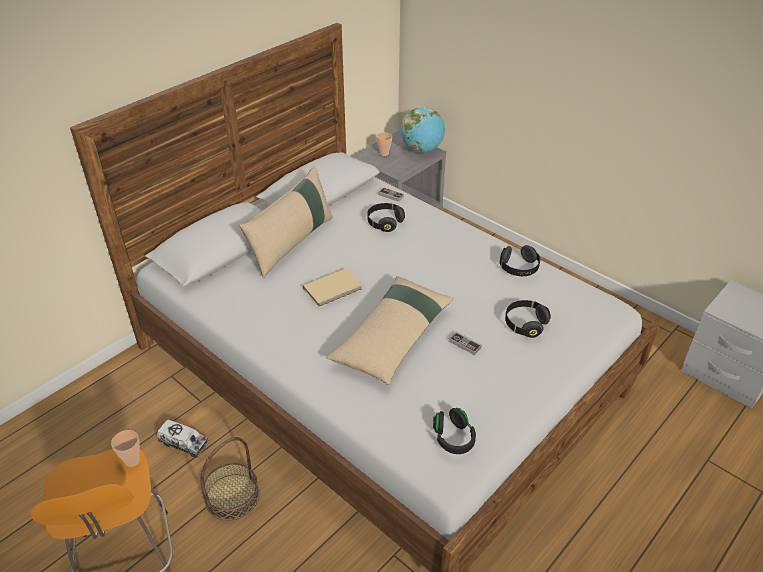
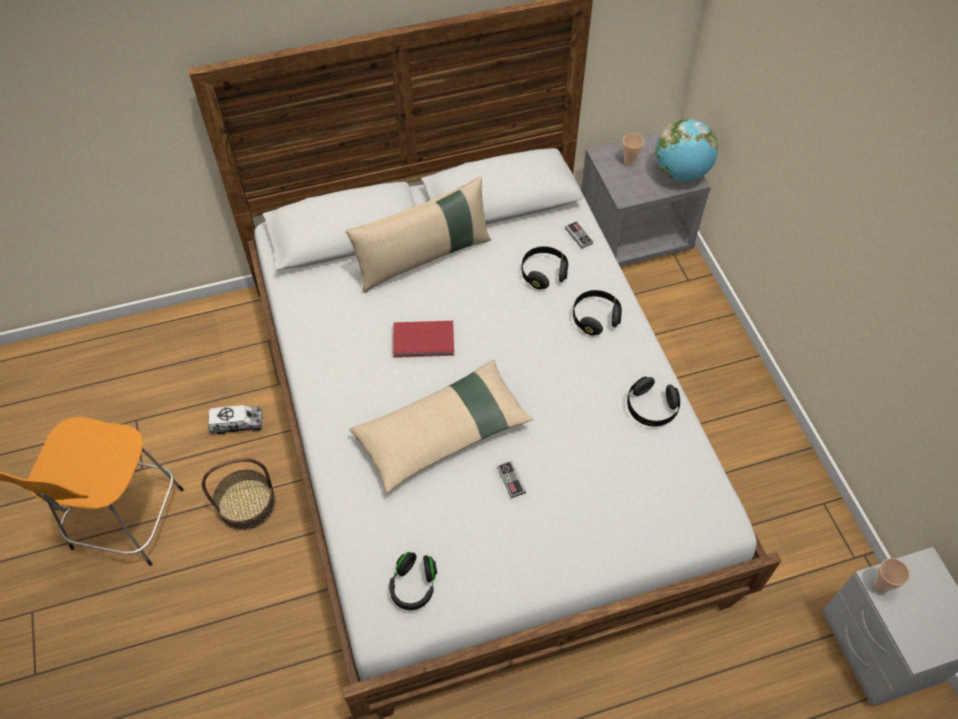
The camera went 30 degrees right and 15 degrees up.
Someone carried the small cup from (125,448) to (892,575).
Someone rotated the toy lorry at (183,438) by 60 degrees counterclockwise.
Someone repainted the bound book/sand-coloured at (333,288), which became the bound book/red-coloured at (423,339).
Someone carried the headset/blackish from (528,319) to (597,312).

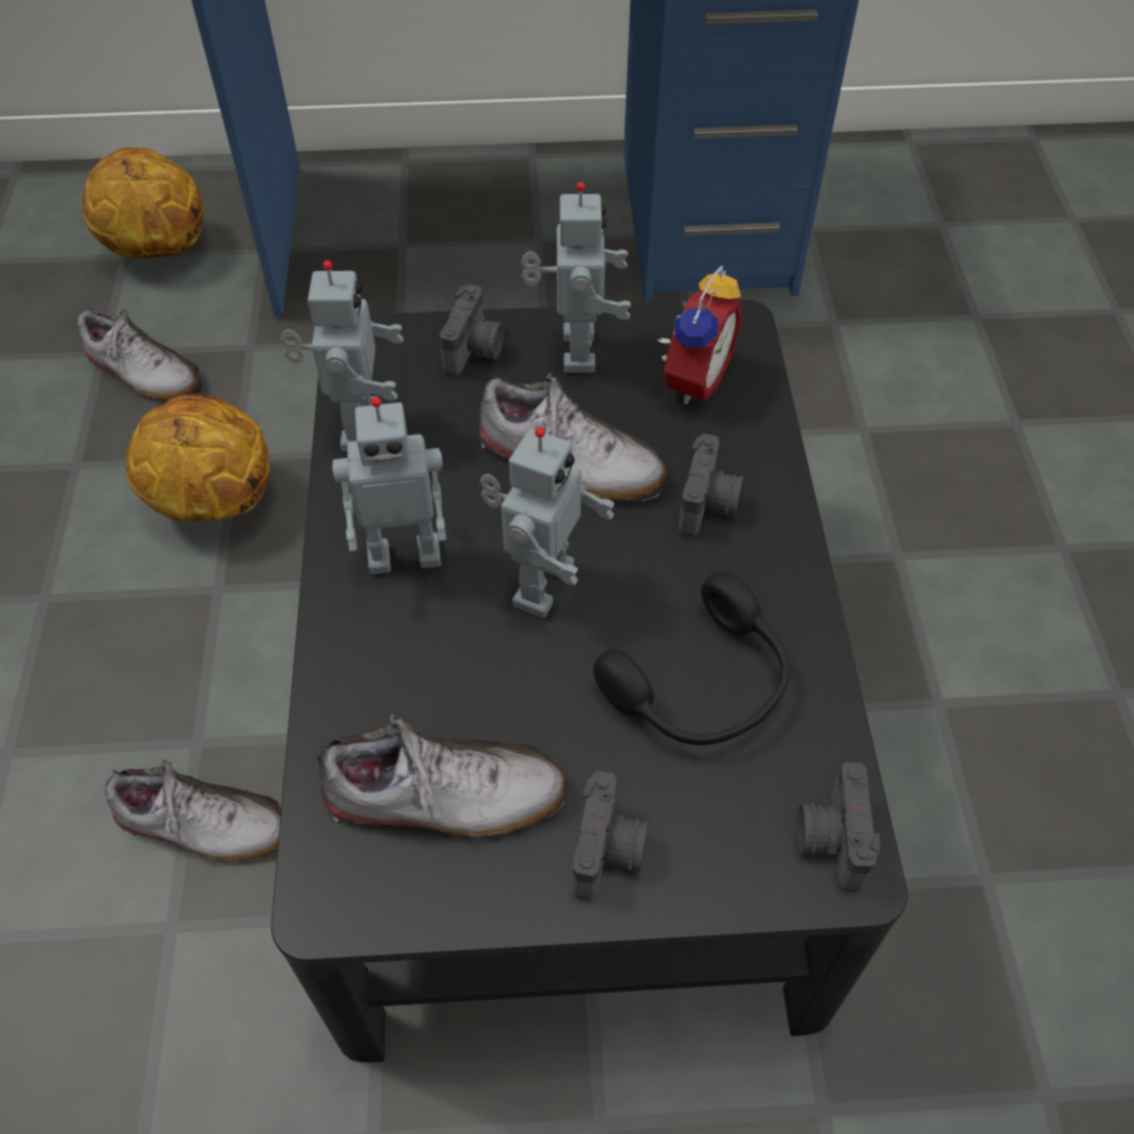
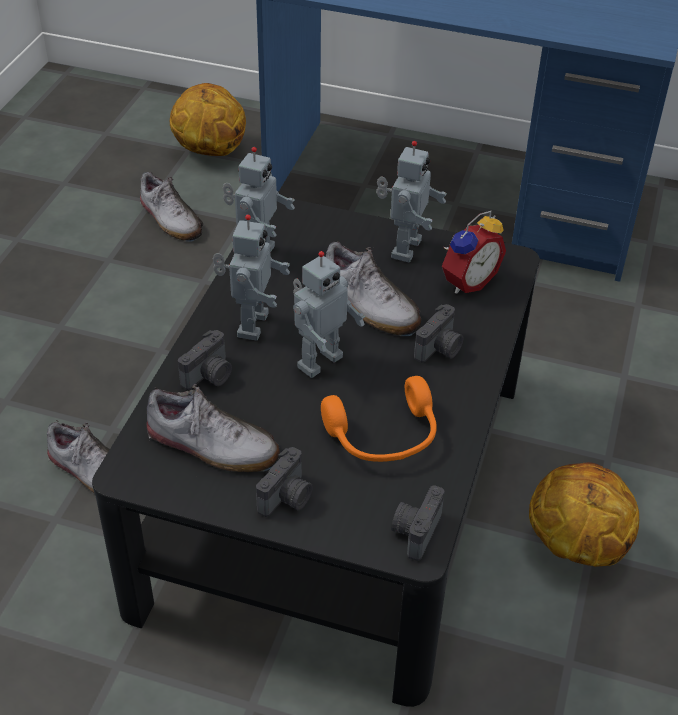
The camera went 20 degrees right and 10 degrees down.
Someone carried the ball for basketball from (197,457) to (584,514).
Someone rotated the model robot at (389,485) by 90 degrees counterclockwise.
Someone carried the photo camera from (472,330) to (205,360).
Someone repainted the headset/blackish at (691,658), which became the headset/orangey at (379,419).

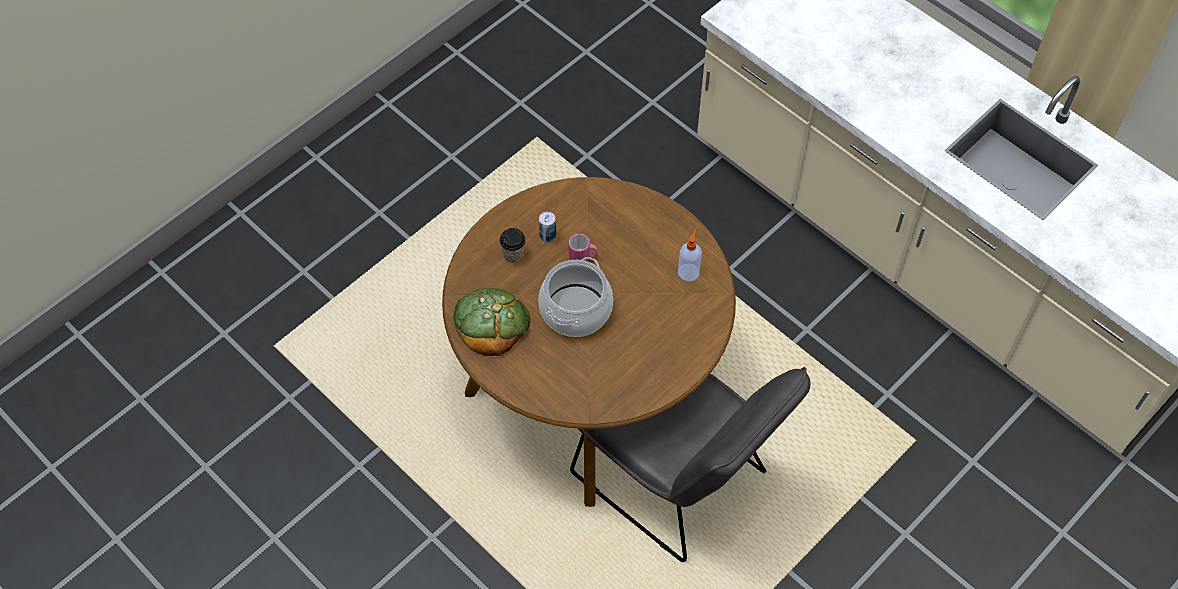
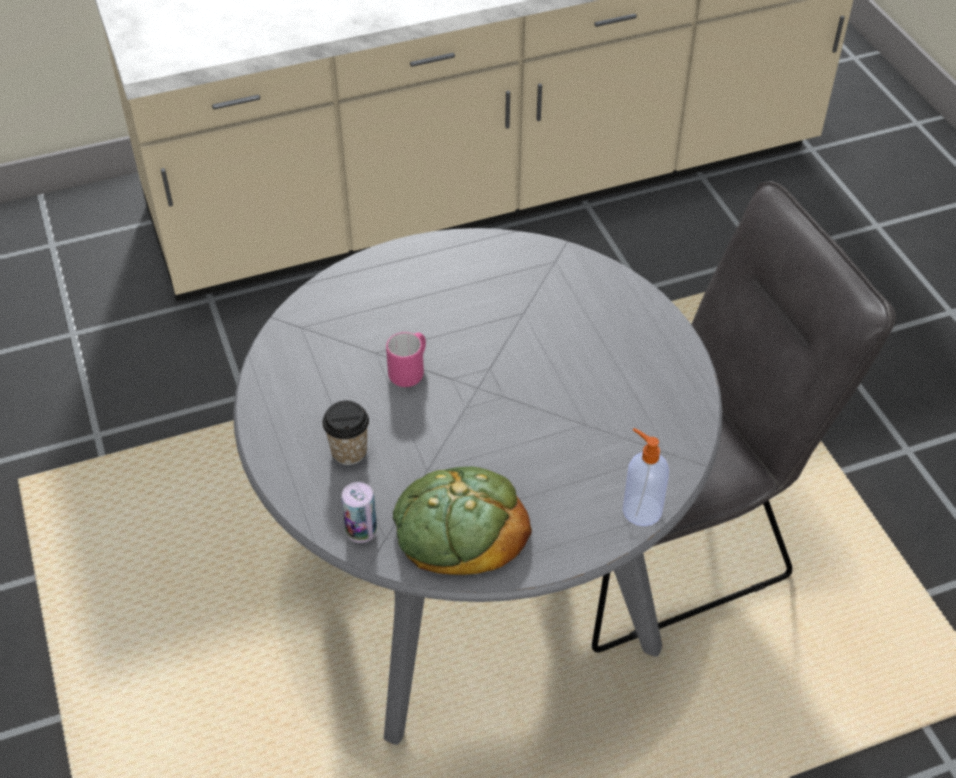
The camera went 65 degrees left and 10 degrees down.
Someone repainted the dinner table/brownish at (589,342), which became the dinner table/gray at (478,486).
Someone took away the stockpot at (575,297).
Someone carried the can from (547,227) to (359,512).
Someone carried the soap bottle from (690,255) to (646,477).

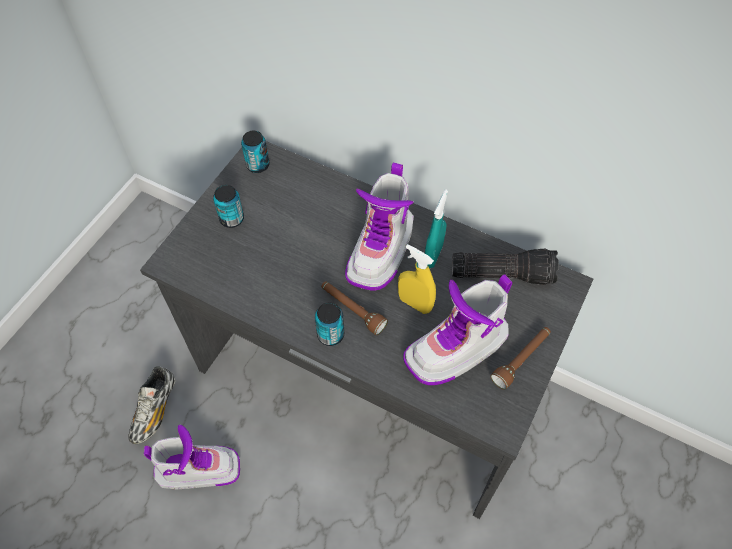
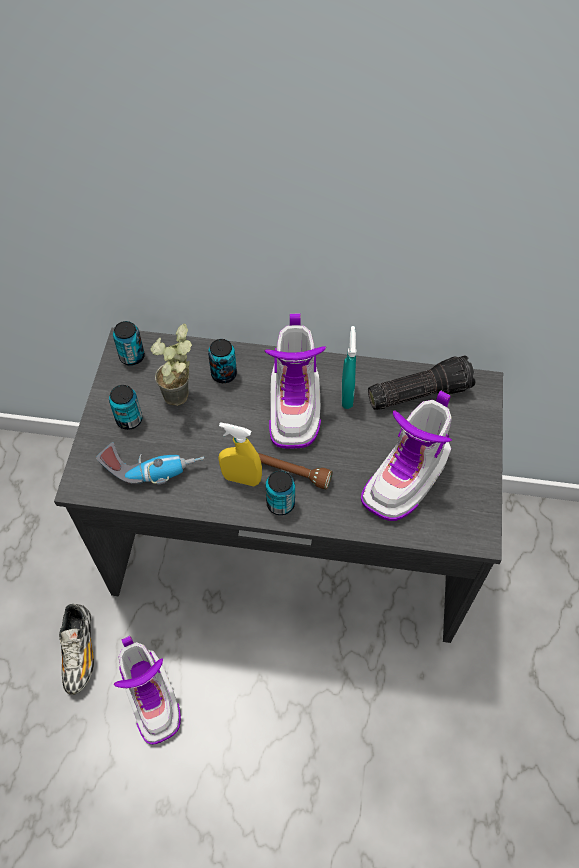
The camera went 20 degrees left and 0 degrees up.
Someone rotated the boot at (192,457) by 90 degrees clockwise.
Someone carried the sprayer/yellow-coloured from (417,279) to (240,454).
Someone took away the flashlight/brownish at (521,358).
Someone put down the drill at (150,463).
Someone put down the potted plant at (171,365).
Someone put down the can at (222,361).

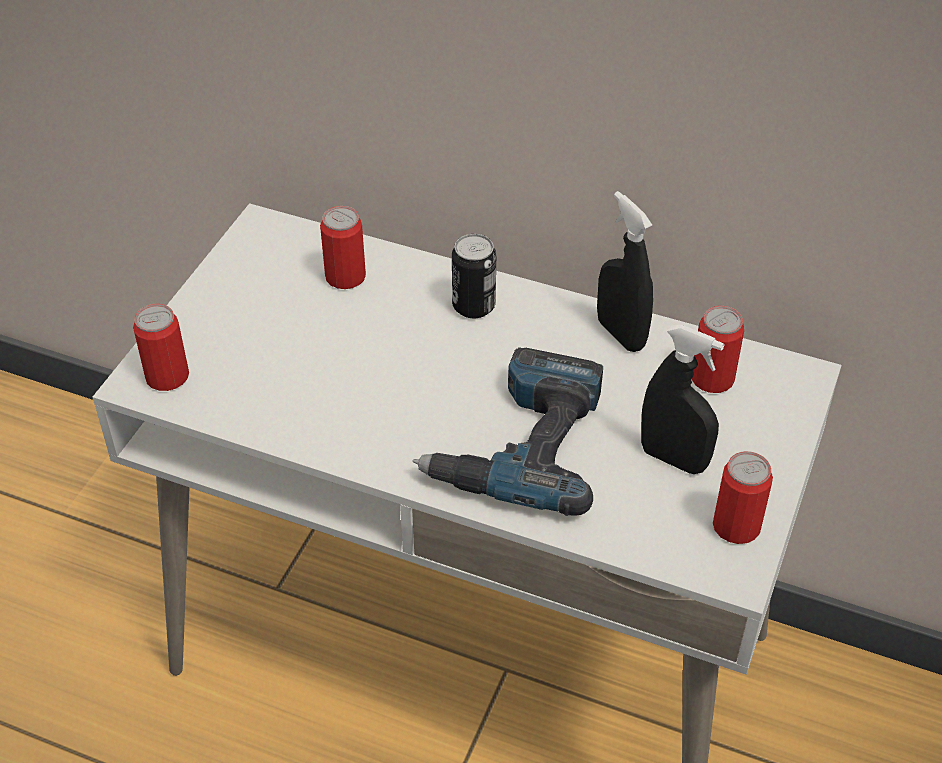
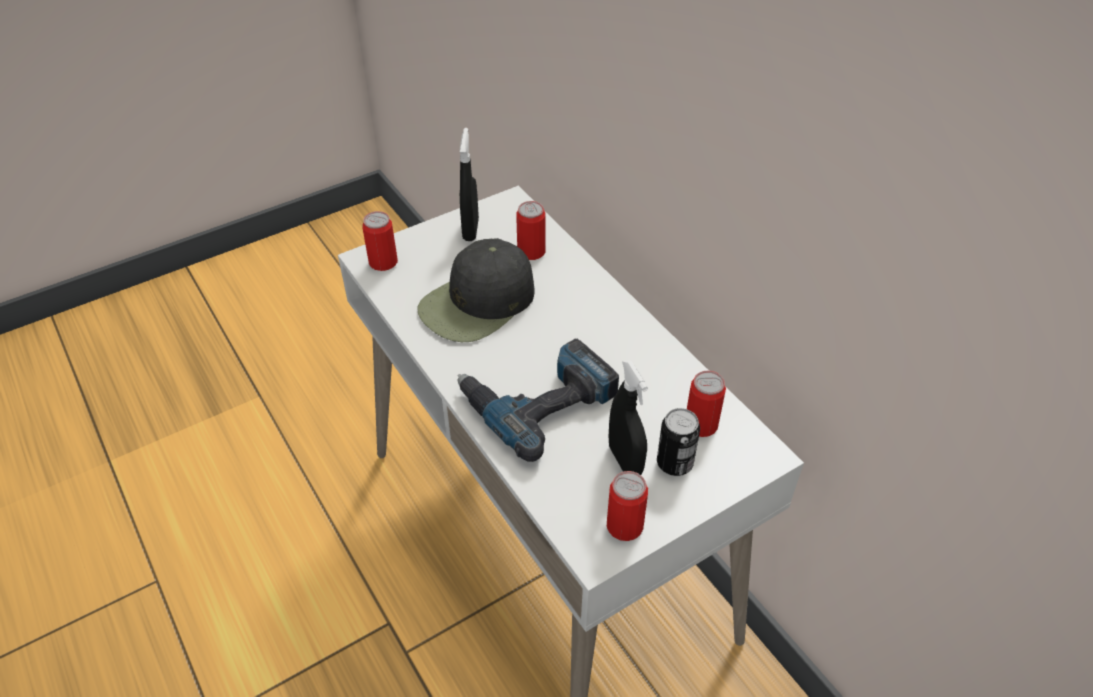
The camera went 35 degrees right and 0 degrees up.
Someone carried the can from (474,276) to (678,442).
Someone carried the sprayer/blackish from (625,271) to (469,184).
Someone put down the cap/blackish at (476,290).

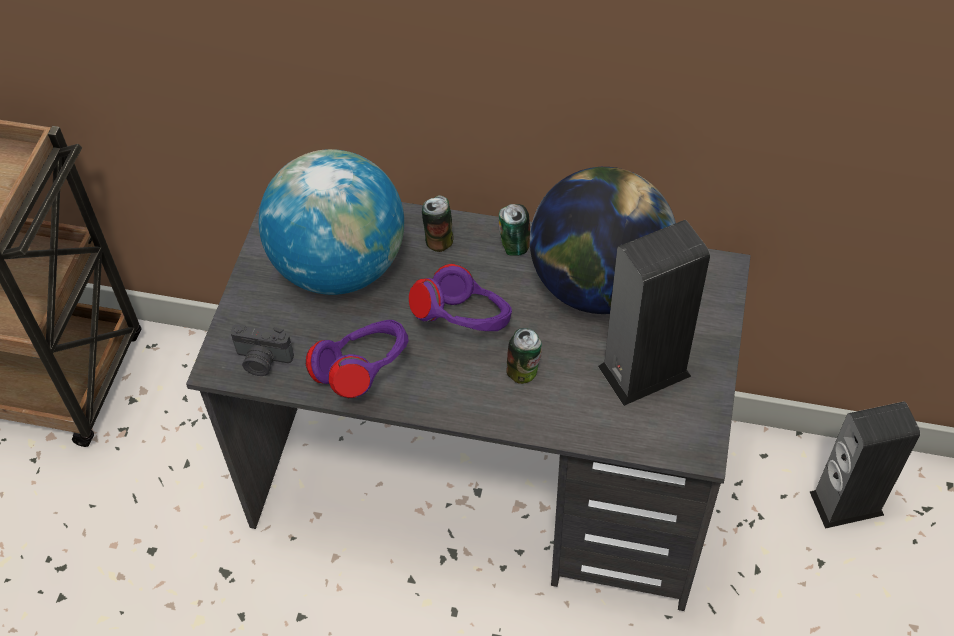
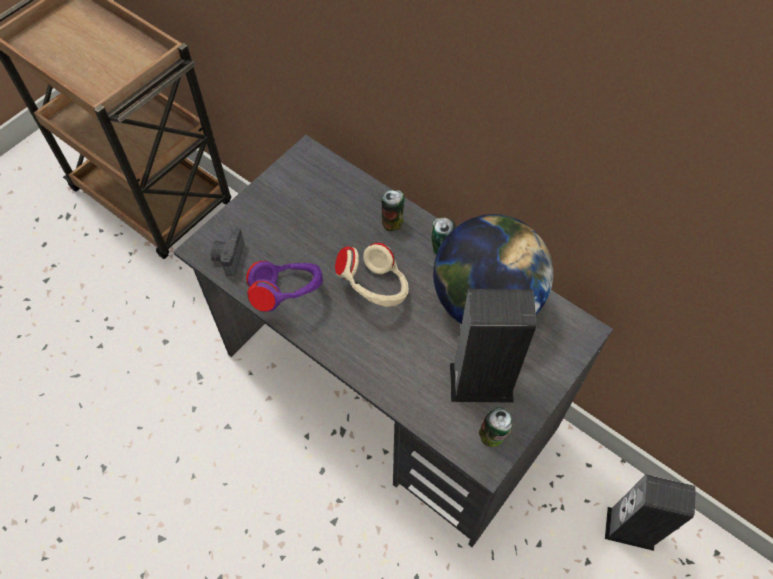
The camera went 25 degrees right and 5 degrees up.
Someone rotated the photo camera at (262,350) by 60 degrees clockwise.
Someone took away the globe at (331,222).
Someone repainted the headset/purple at (460,297), which became the headset/sand-coloured at (372,275).
Someone carried the can from (524,356) to (495,427).

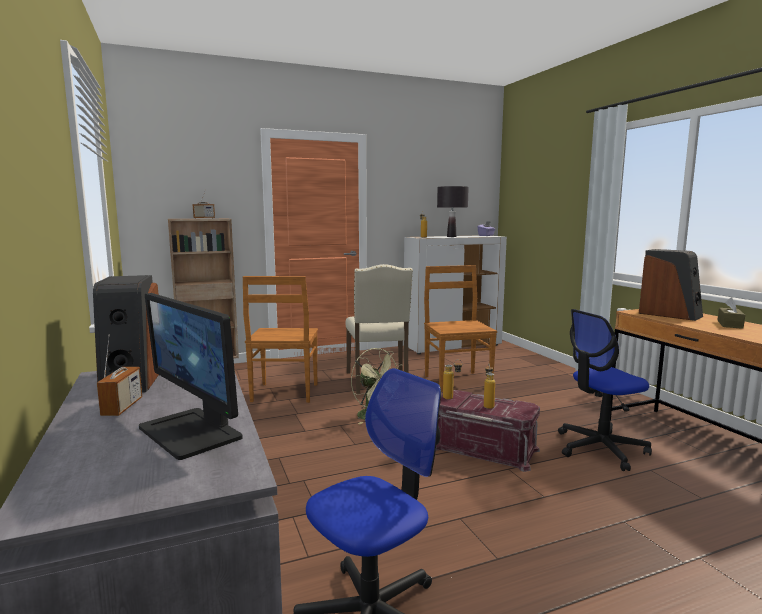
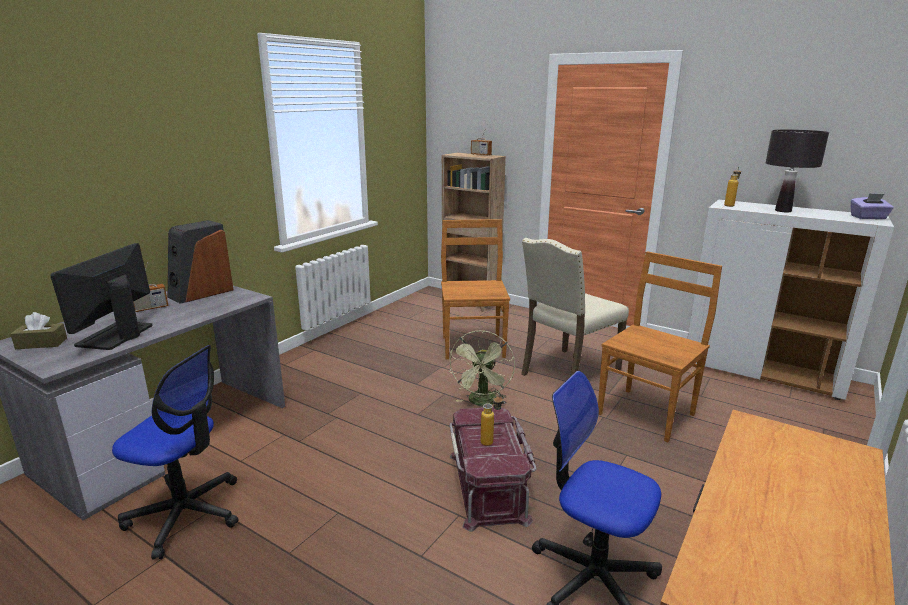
The camera went 55 degrees right and 10 degrees up.
Someone rotated the upright chair/brownish at (280,339) by 120 degrees clockwise.
Someone took away the drink bottle at (452,379).
Someone took away the loudspeaker at (671,285).
Someone carried the tissue box/brownish from (731,313) to (39,330).

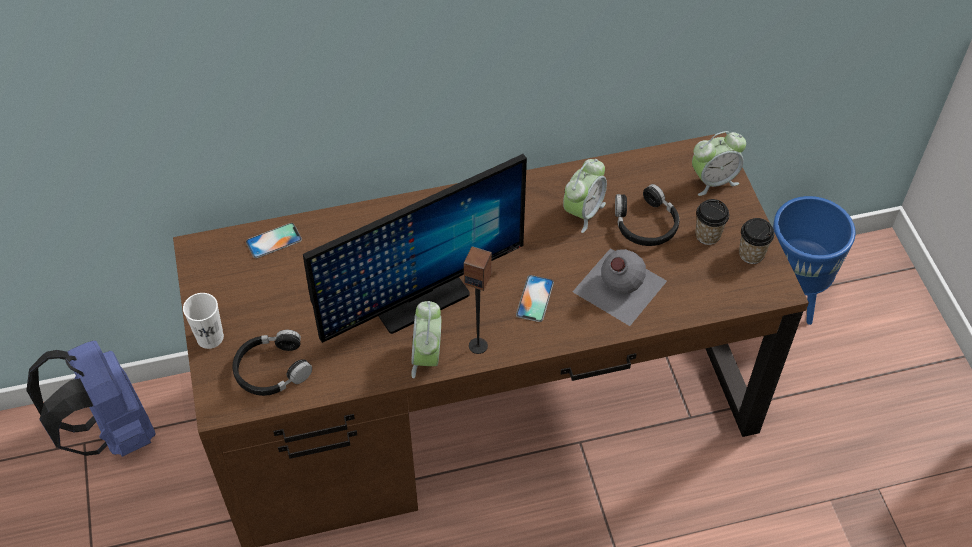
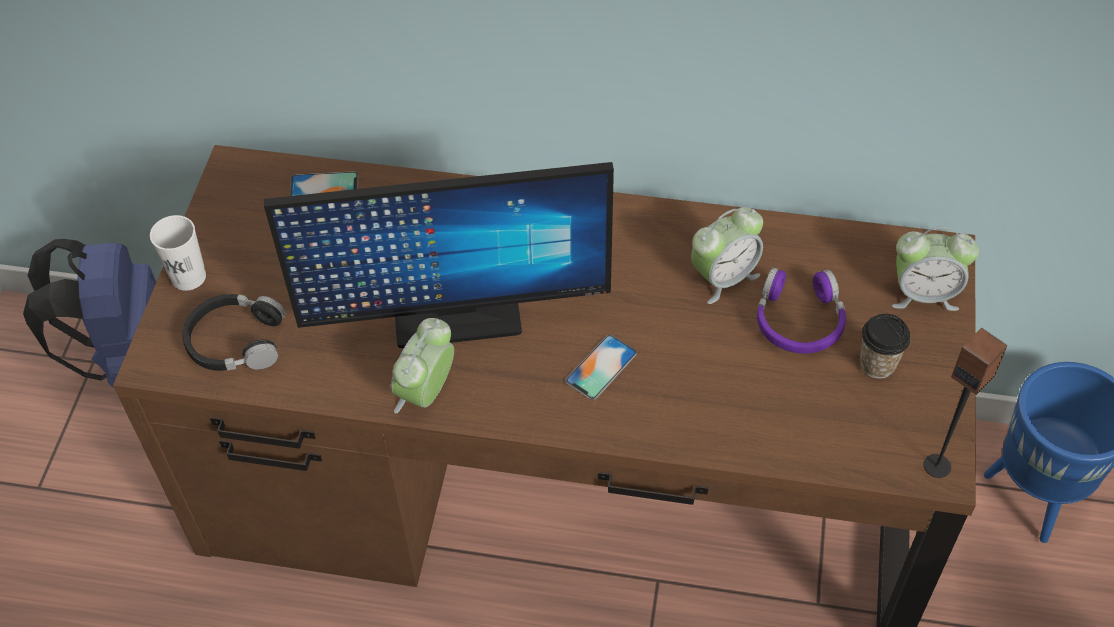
The camera went 25 degrees right and 0 degrees up.
Someone carried the loudspeaker from (478,300) to (966,403).
Someone took away the drink bottle/gray at (620,287).
Someone repainted the headset/blackish at (647,215), which became the headset/purple at (801,311).
Someone took away the small cup at (756,241).

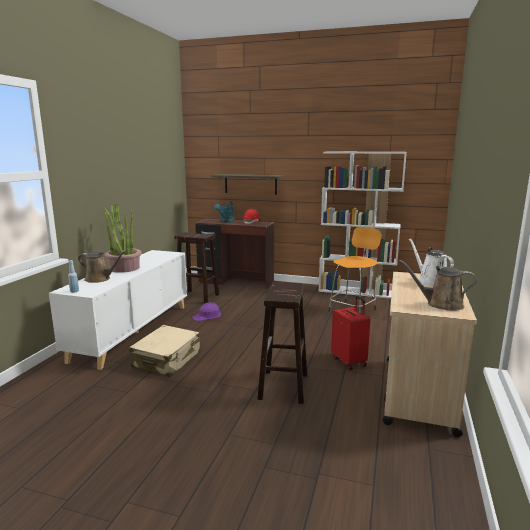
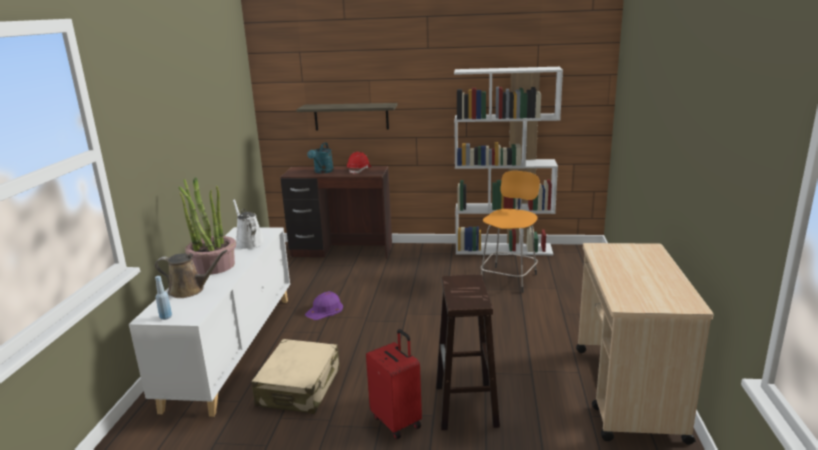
The camera went 10 degrees left and 5 degrees up.
Someone took away the stool seat/brownish at (196,267).
Someone carried the travel case/red-coloured from (351,333) to (394,384).
Someone took away the watering pot/brownish at (438,285).
Someone carried the watering pot/white-coloured from (431,263) to (248,224).

